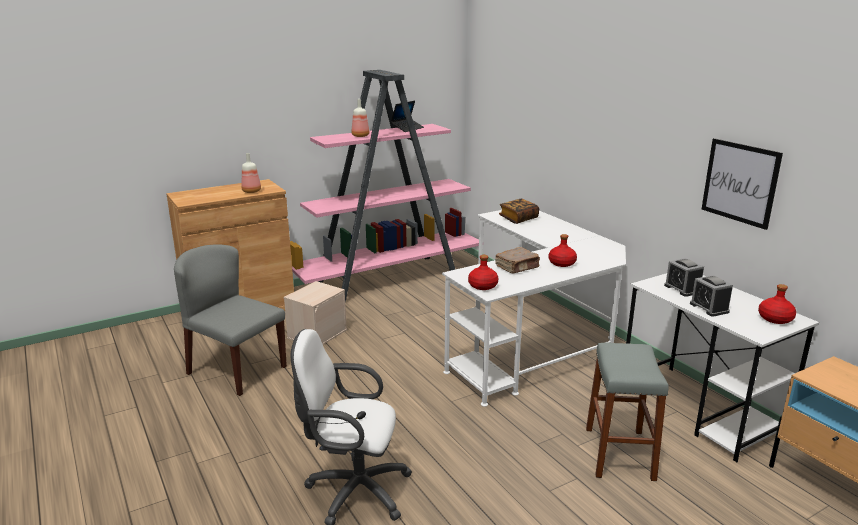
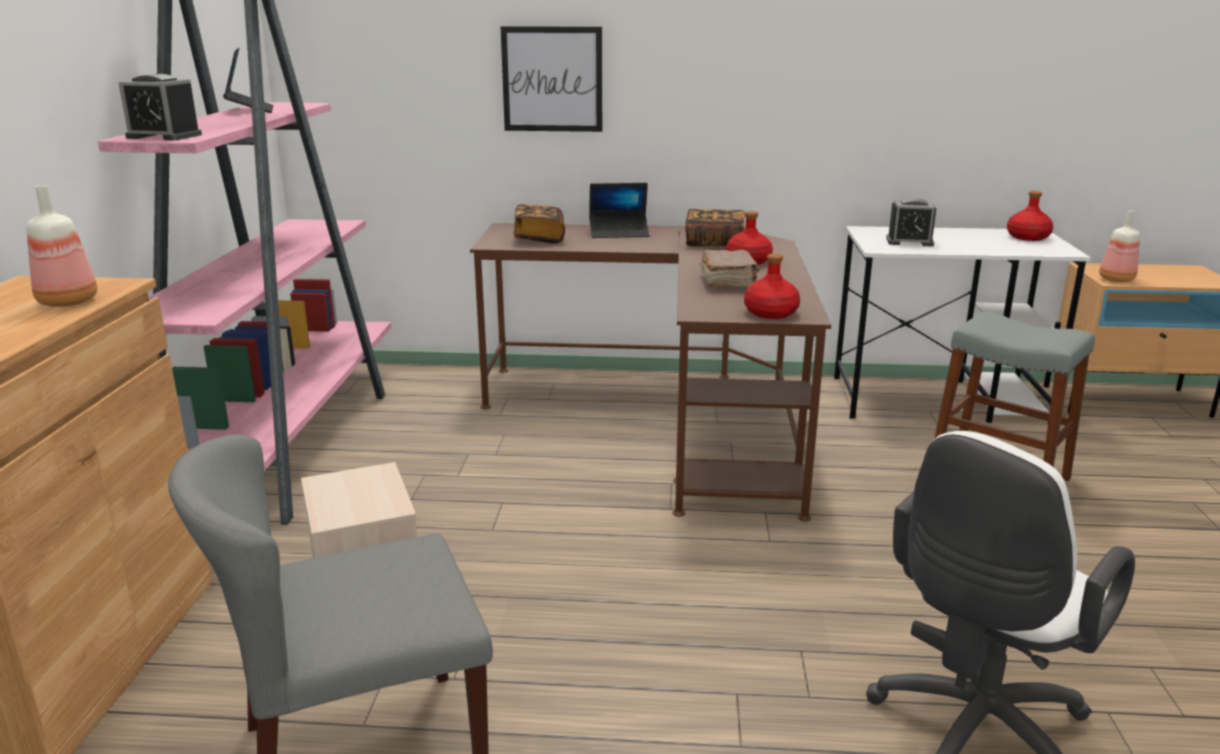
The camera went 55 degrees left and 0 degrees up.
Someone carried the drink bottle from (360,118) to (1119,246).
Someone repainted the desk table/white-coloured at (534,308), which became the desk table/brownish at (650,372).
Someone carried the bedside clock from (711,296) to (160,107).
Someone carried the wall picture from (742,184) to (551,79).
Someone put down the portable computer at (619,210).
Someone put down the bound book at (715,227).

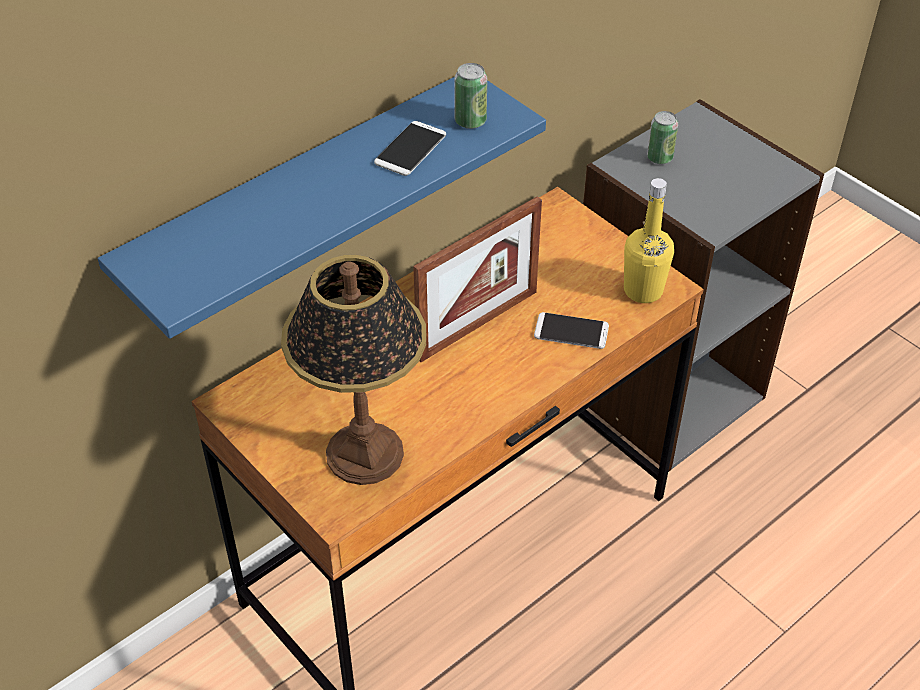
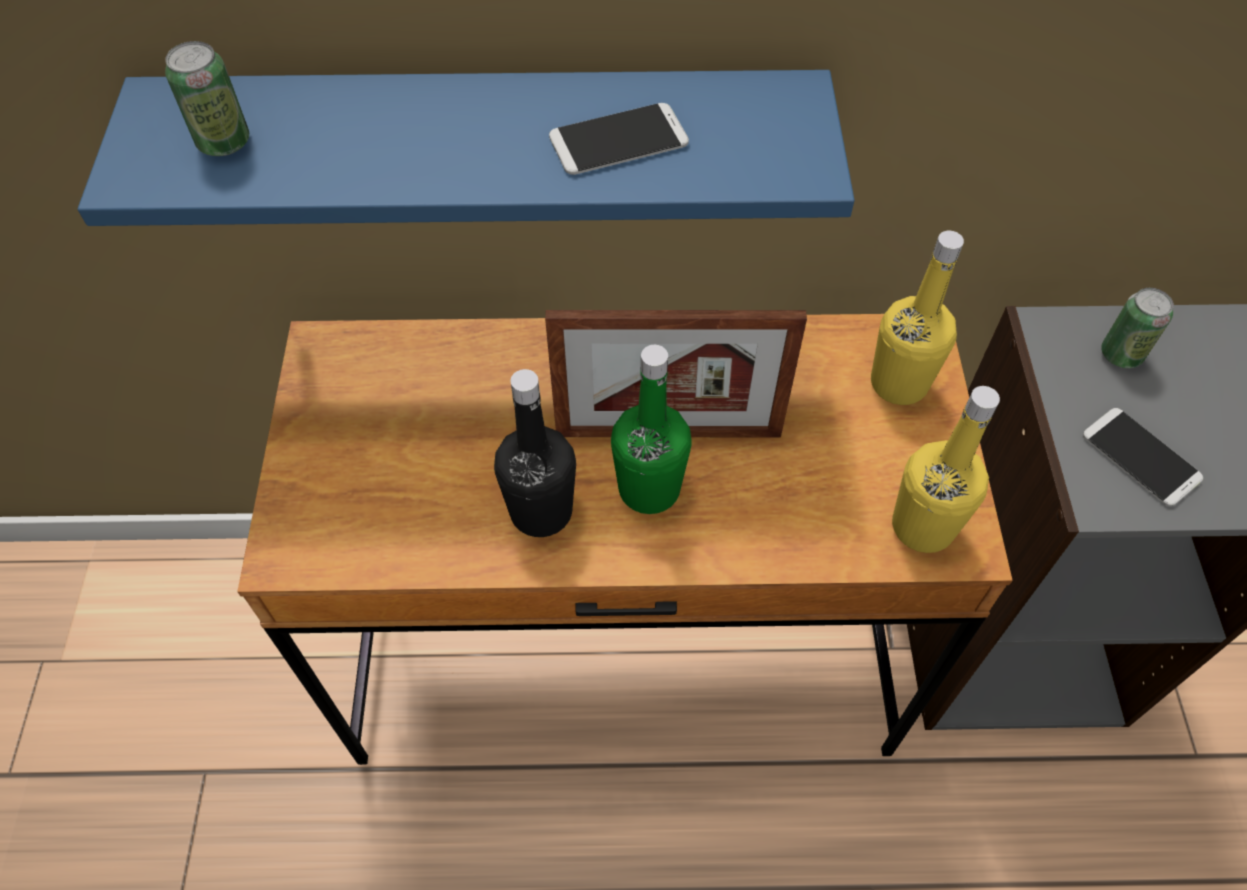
The camera went 40 degrees right and 10 degrees up.
Someone took away the table lamp at (353,370).
Someone carried the can from (470,96) to (207,98).
Someone carried the handset from (571,330) to (1143,457).
Someone put down the drink bottle/blackish at (535,453).
Someone put down the drink bottle/greenish at (651,429).
Someone put down the drink bottle/yellow-coloured at (917,318).

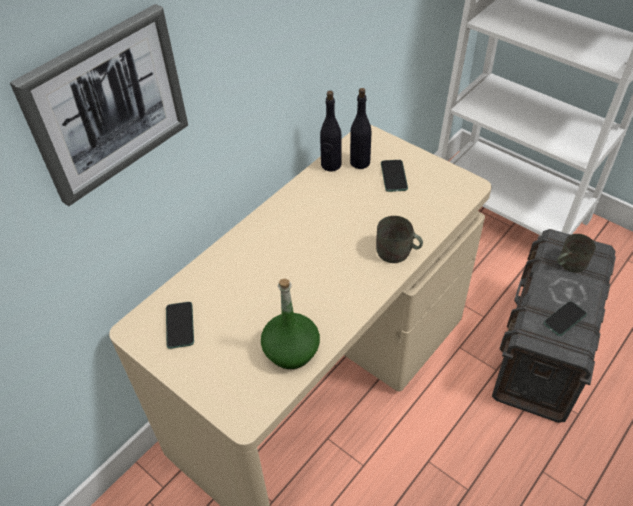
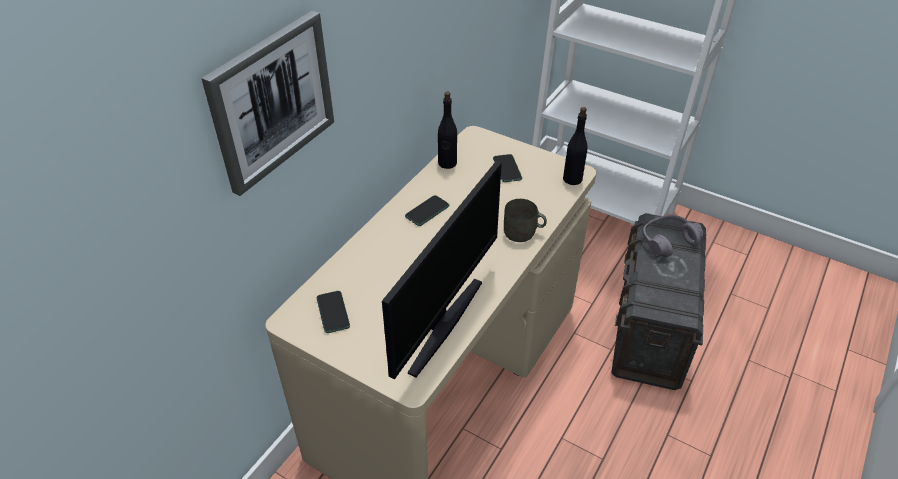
The camera went 10 degrees left and 5 degrees down.
Someone swapped the drink bottle/greenish at (290,324) for the monitor at (442,270).
Someone carried the drink bottle/blackish from (360,128) to (575,146).
Someone carried the handset from (565,318) to (427,210).
Someone swapped the coffee mug/gray at (576,253) for the headset/gray at (672,236).

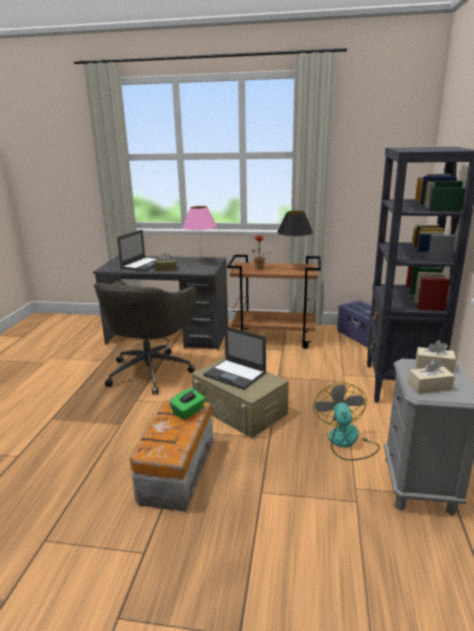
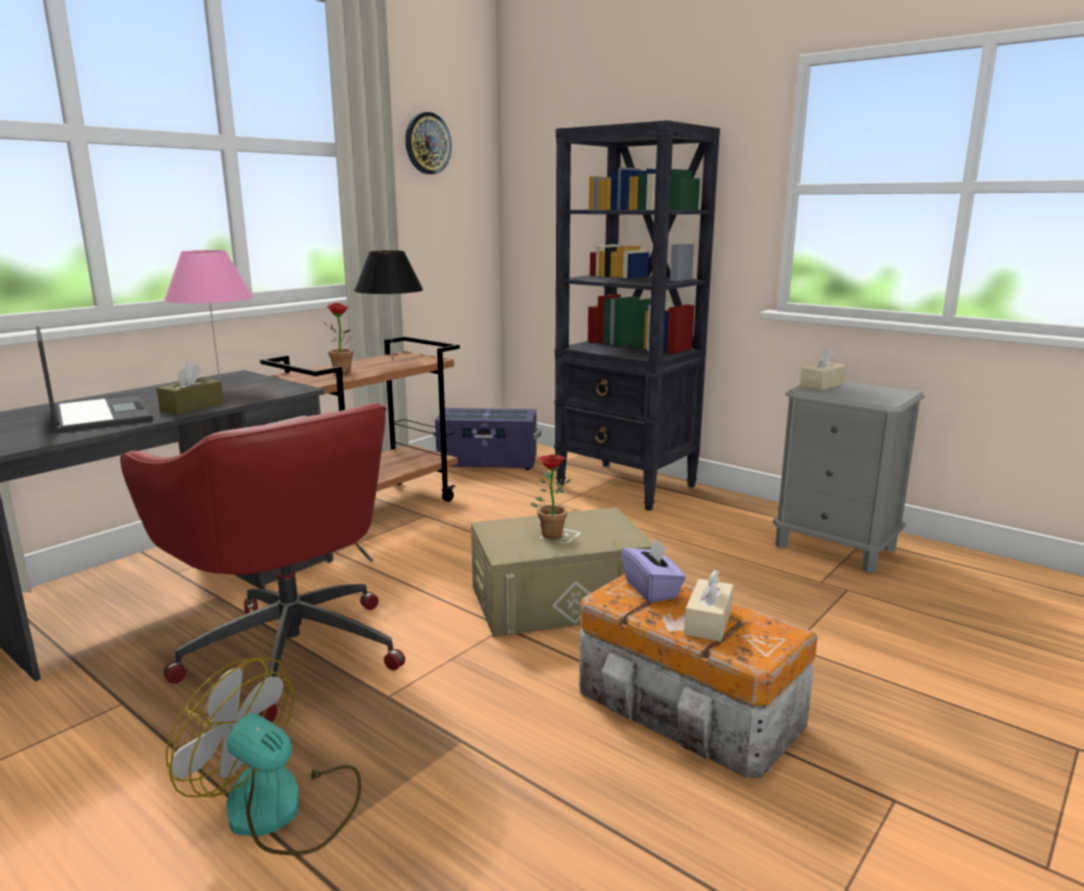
The camera went 60 degrees left and 5 degrees down.
Someone repainted the office chair/gray at (145,338), which became the office chair/red-coloured at (262,562).
Someone repainted the tissue box/greenish at (187,404), which became the tissue box/purple at (654,570).
Someone swapped the portable computer at (234,358) for the potted plant at (550,497).
Someone carried the cooling fan from (346,422) to (263,756).
Someone carried the tissue box/sand-coloured from (431,376) to (709,605).
Someone put up the wall clock at (428,143).

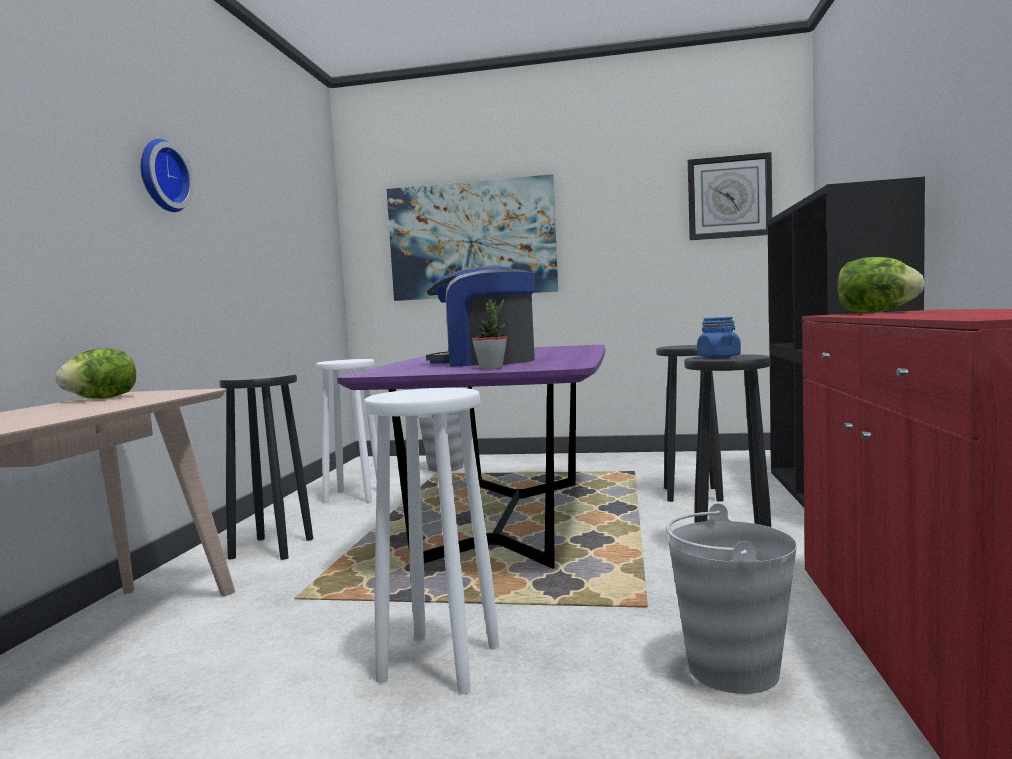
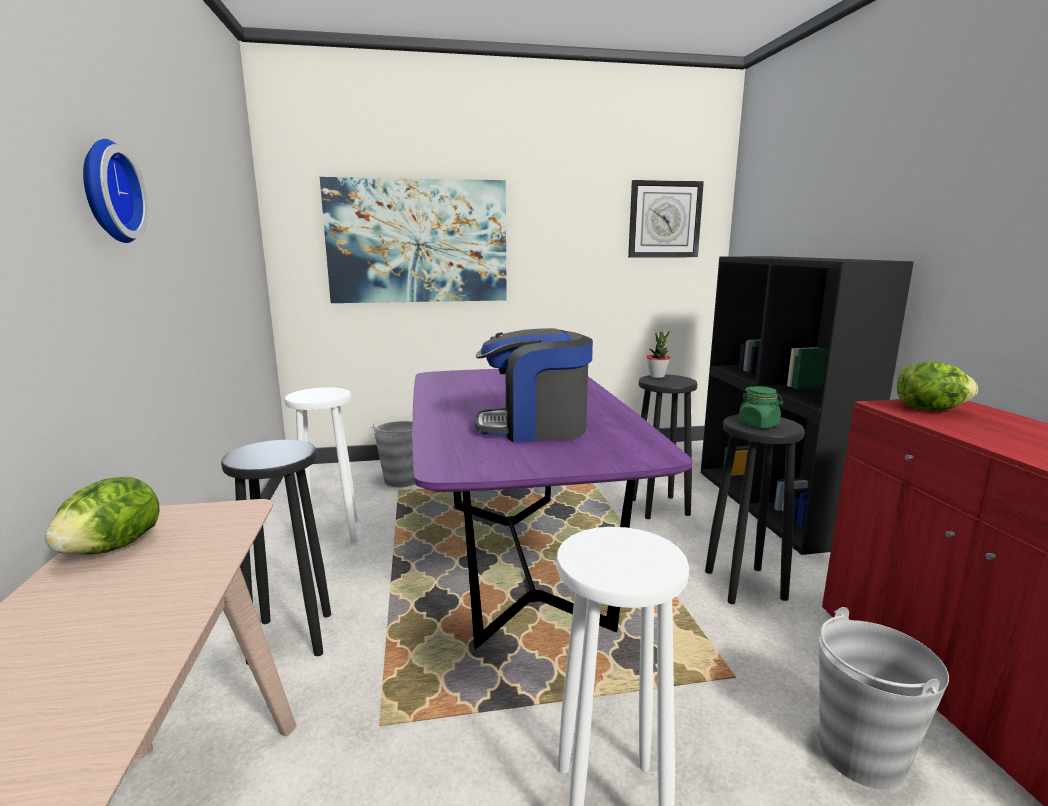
The camera went 20 degrees left and 10 degrees up.
Someone carried the potted plant from (489,333) to (658,354).
Someone repainted the preserve jar/blue-coloured at (719,337), which became the preserve jar/greenish at (761,407).

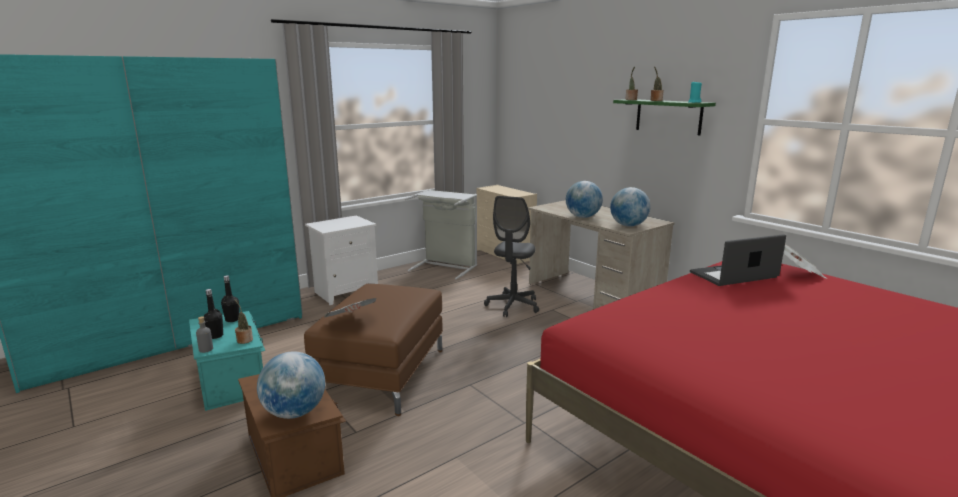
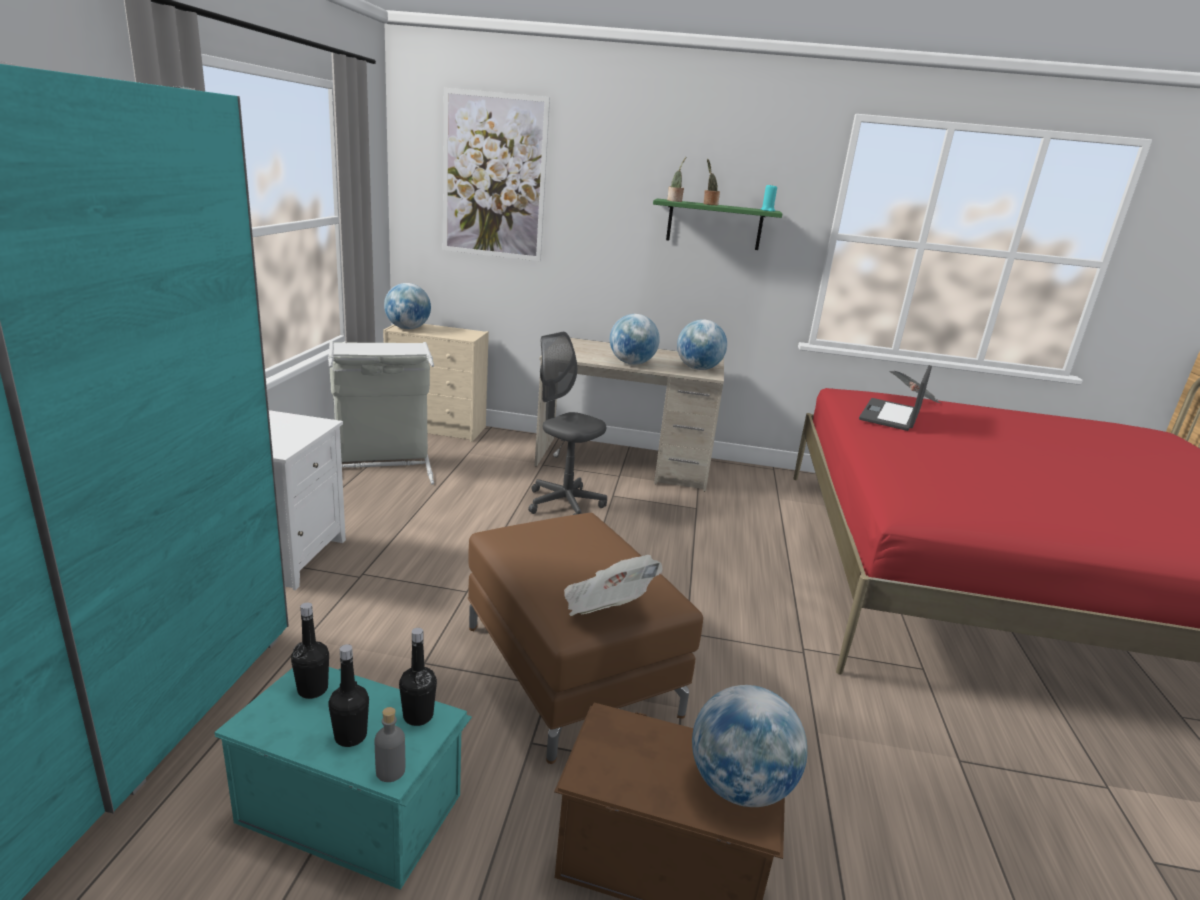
The camera went 45 degrees left and 5 degrees up.
Someone swapped the potted plant at (243,321) for the drink bottle/blackish at (418,677).
Someone rotated the office chair/gray at (511,256) by 150 degrees clockwise.
Someone put down the globe at (407,306).
Someone put up the wall picture at (496,174).

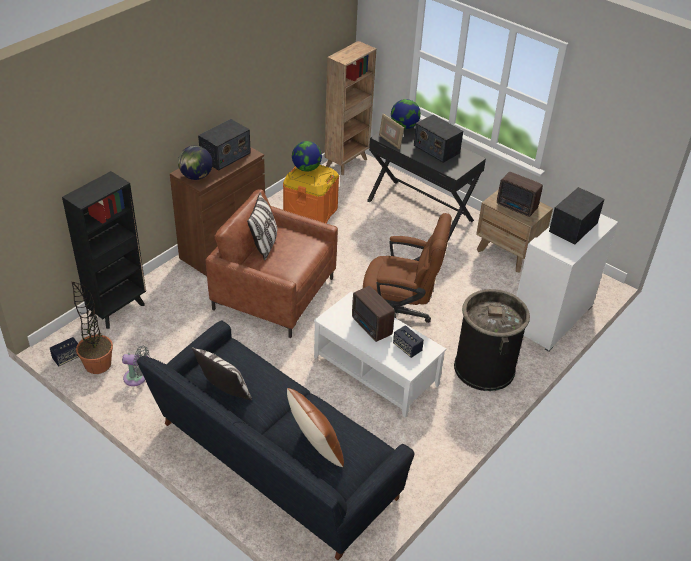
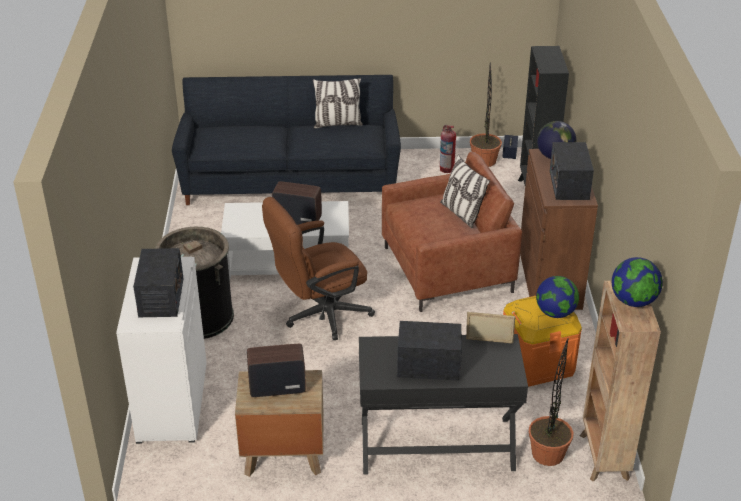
The camera went 140 degrees right and 5 degrees down.
Someone swapped the cooling fan/gray at (136,366) for the extinguisher at (448,149).
Someone took away the cushion/brownish at (315,427).
Someone carried the globe from (406,114) to (637,282).
Someone took away the loudspeaker at (408,341).
Someone put down the potted plant at (551,402).

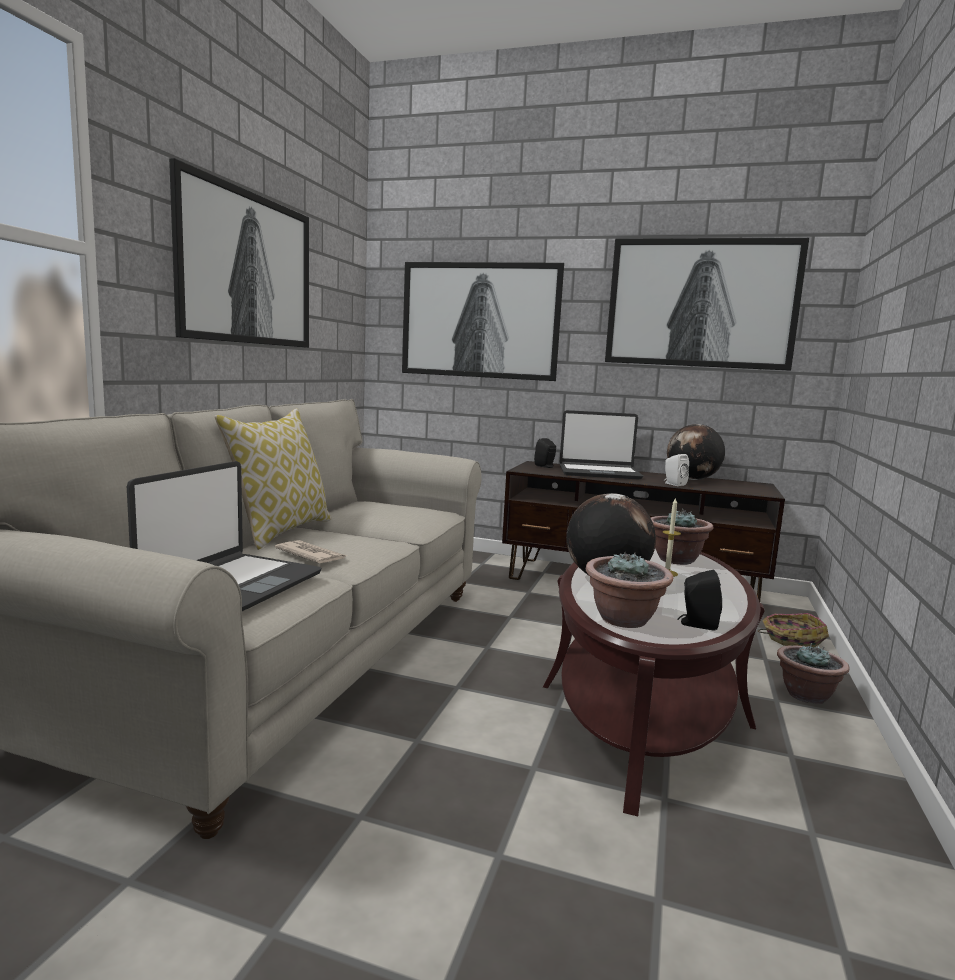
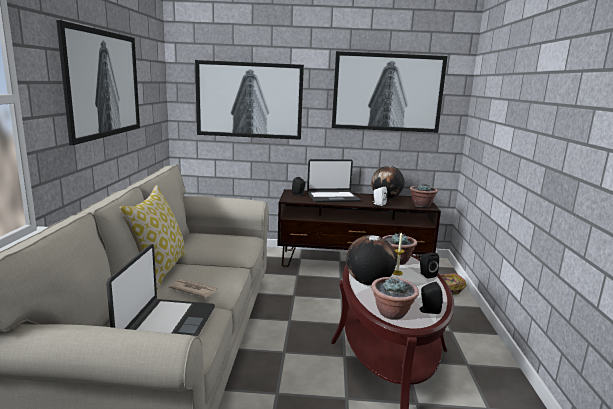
The camera went 15 degrees left and 5 degrees up.
Someone carried the potted plant from (813,673) to (423,195).
Someone put down the loudspeaker/blackish at (429,266).

